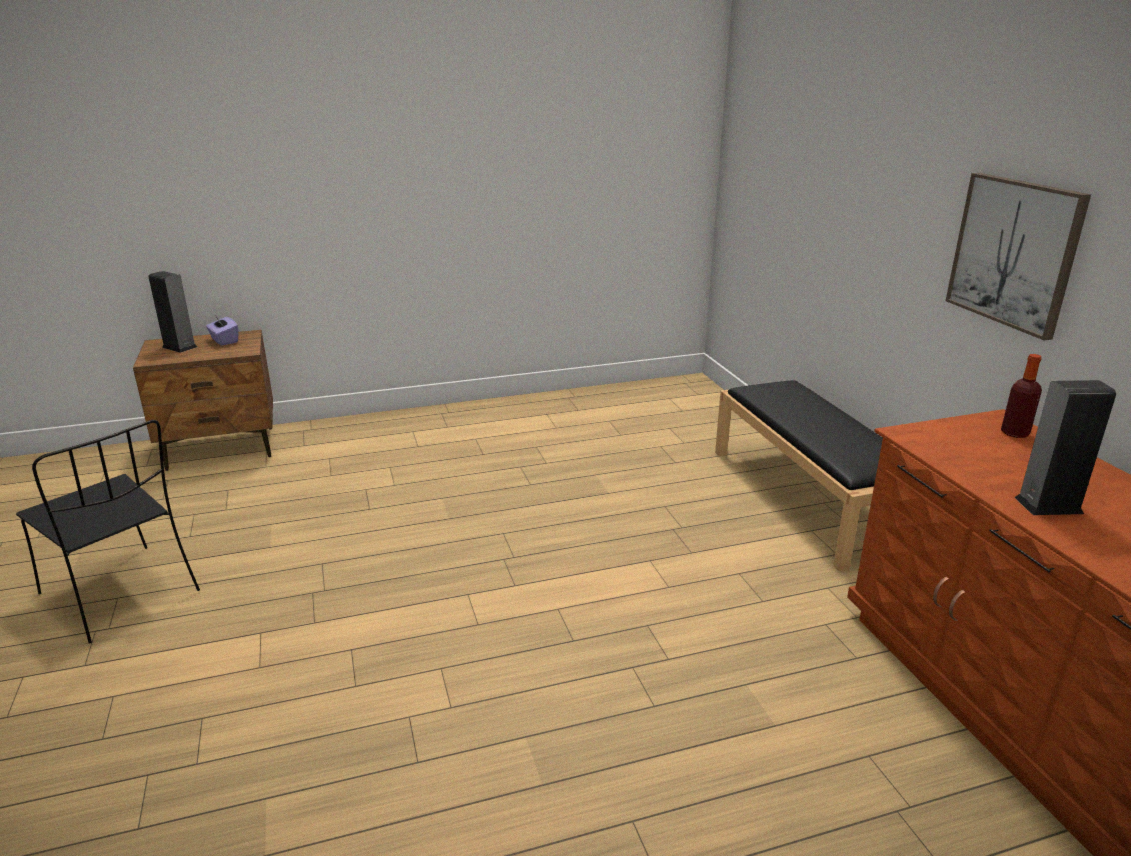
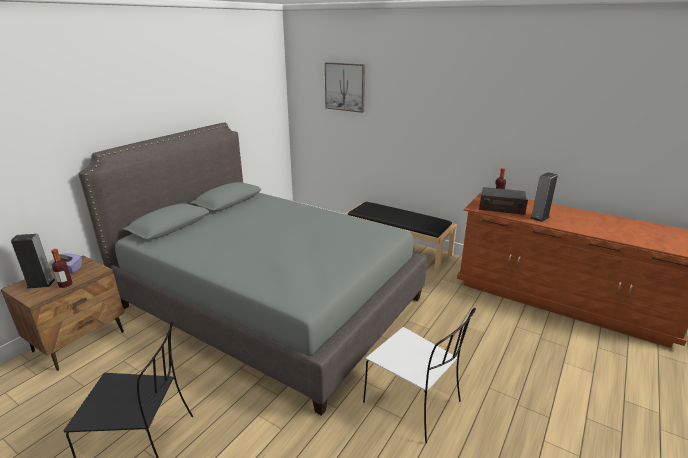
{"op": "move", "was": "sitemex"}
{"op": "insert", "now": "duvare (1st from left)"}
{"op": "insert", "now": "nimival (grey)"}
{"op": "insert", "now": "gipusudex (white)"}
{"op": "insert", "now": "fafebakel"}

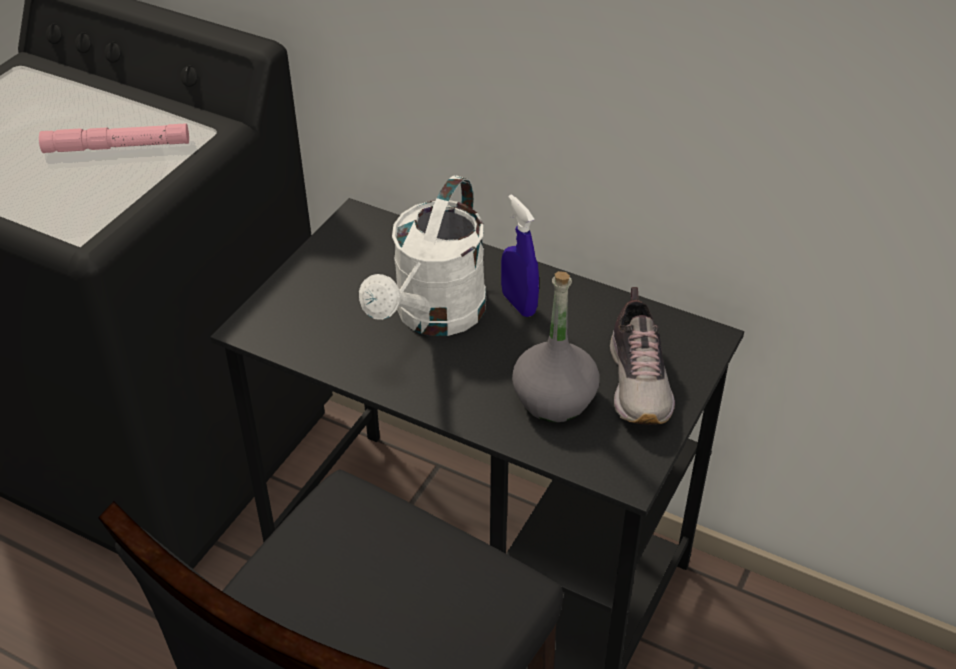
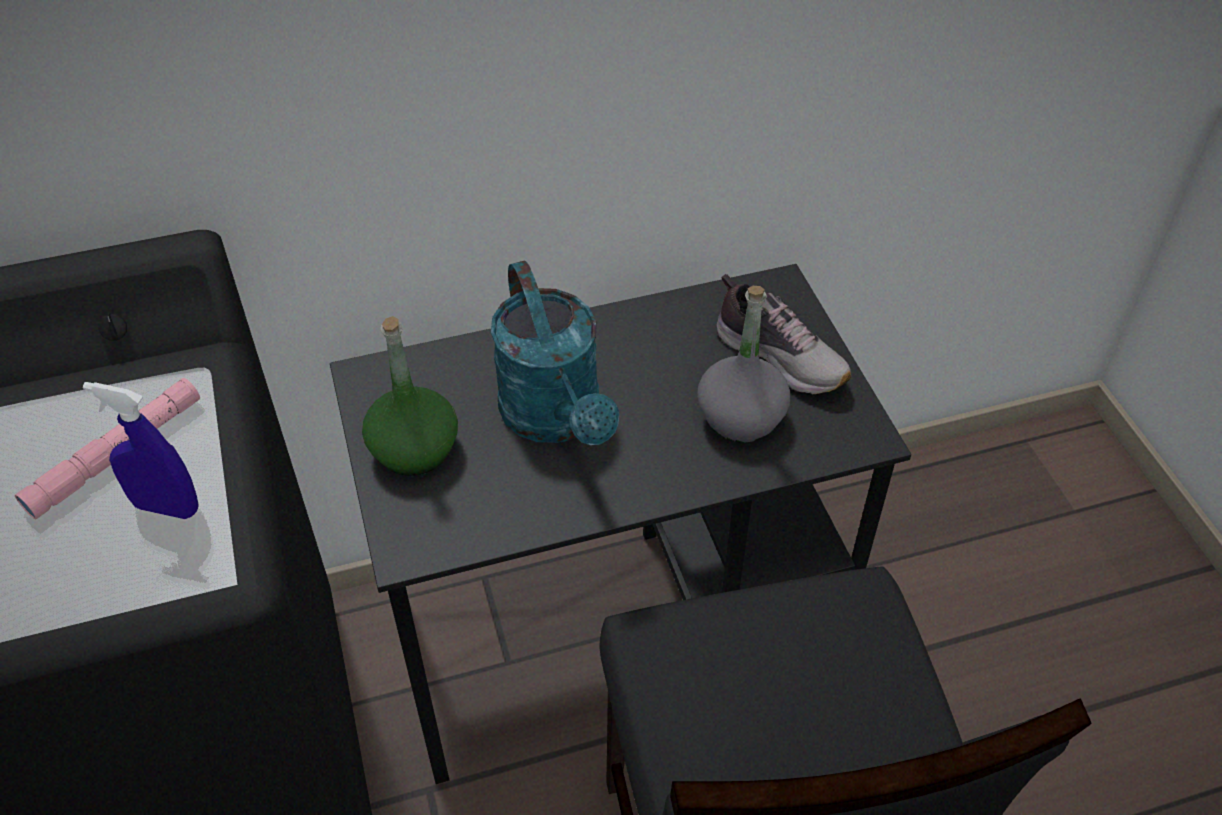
{"op": "recolor", "was": "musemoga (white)", "now": "musemoga (turquoise)"}
{"op": "move", "was": "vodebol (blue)"}
{"op": "insert", "now": "duvare (green)"}

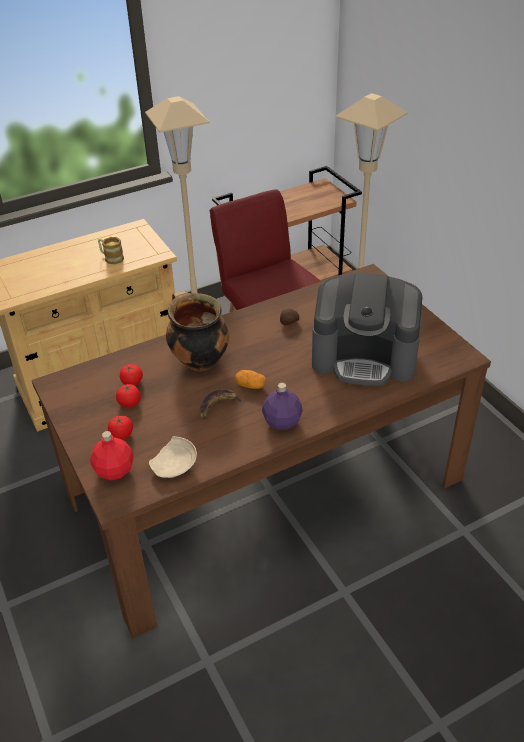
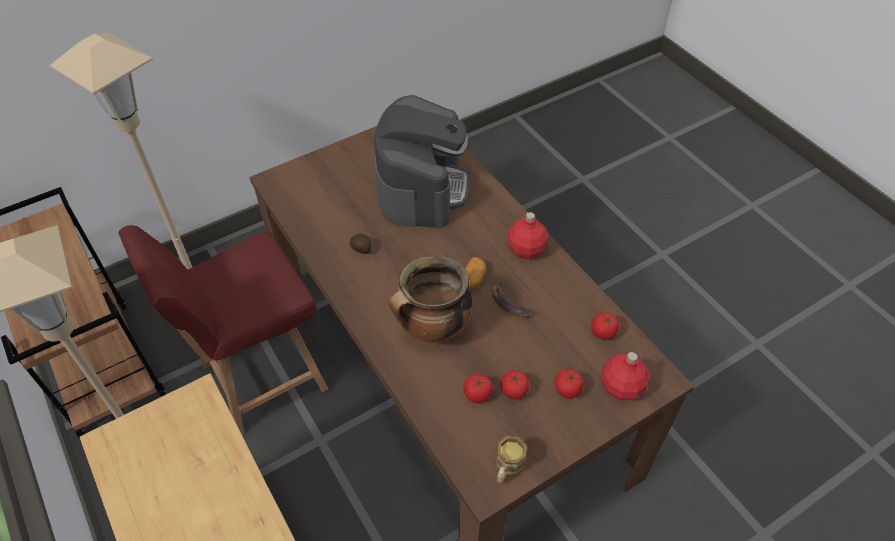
{"op": "move", "was": "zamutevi"}
{"op": "replace", "was": "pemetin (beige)", "now": "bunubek (4th from left)"}
{"op": "recolor", "was": "duvare (purple)", "now": "duvare (red) (1st from left)"}

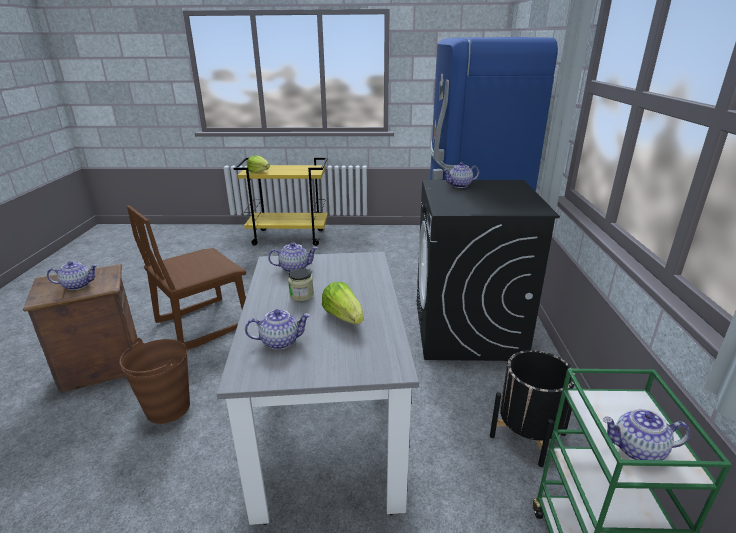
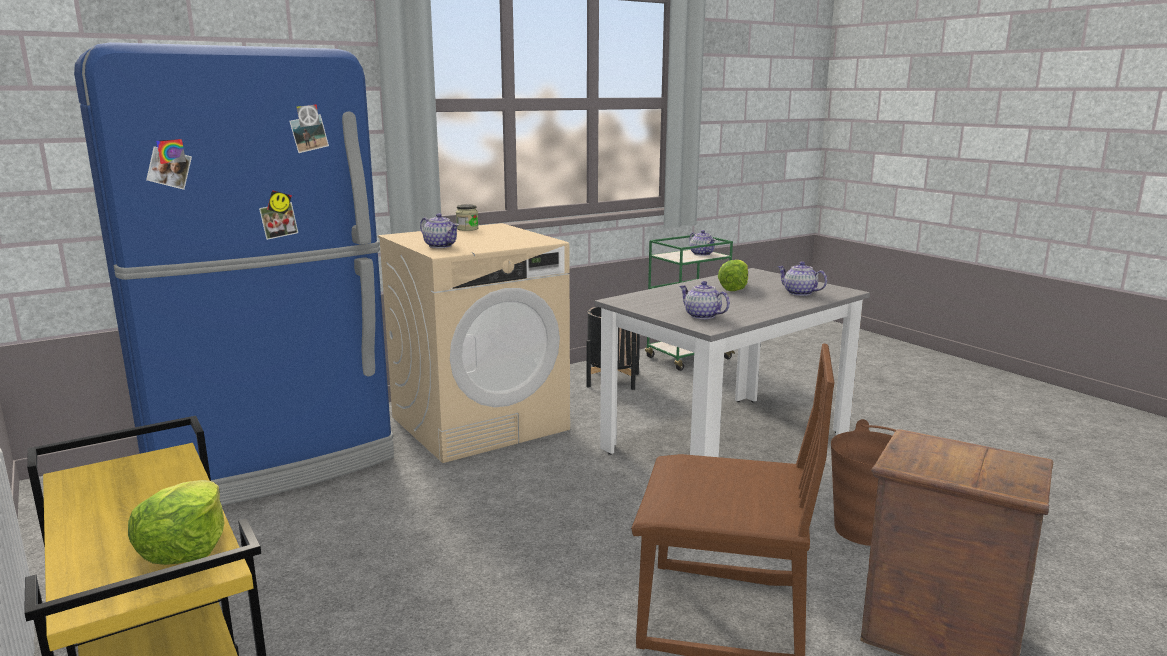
{"op": "delete", "was": "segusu (1st from left)"}
{"op": "move", "was": "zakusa"}
{"op": "recolor", "was": "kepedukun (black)", "now": "kepedukun (beige)"}

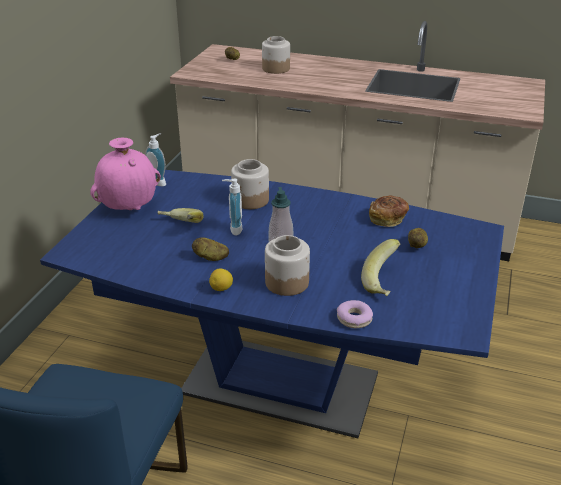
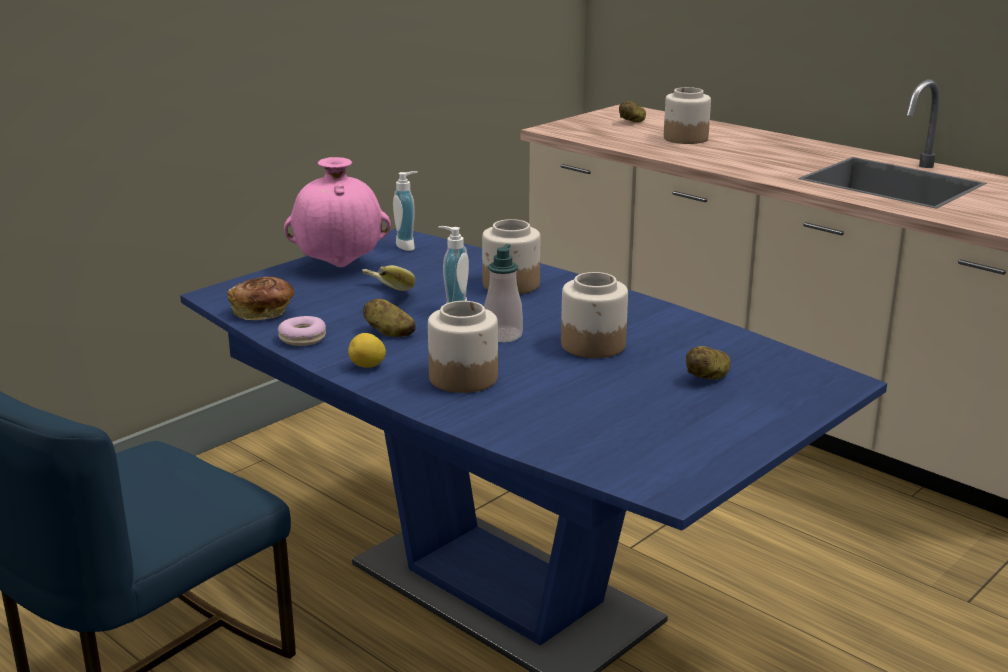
{"op": "move", "was": "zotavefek"}
{"op": "delete", "was": "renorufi (2nd from left)"}
{"op": "move", "was": "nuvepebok"}
{"op": "insert", "now": "zakusa (3rd from left)"}

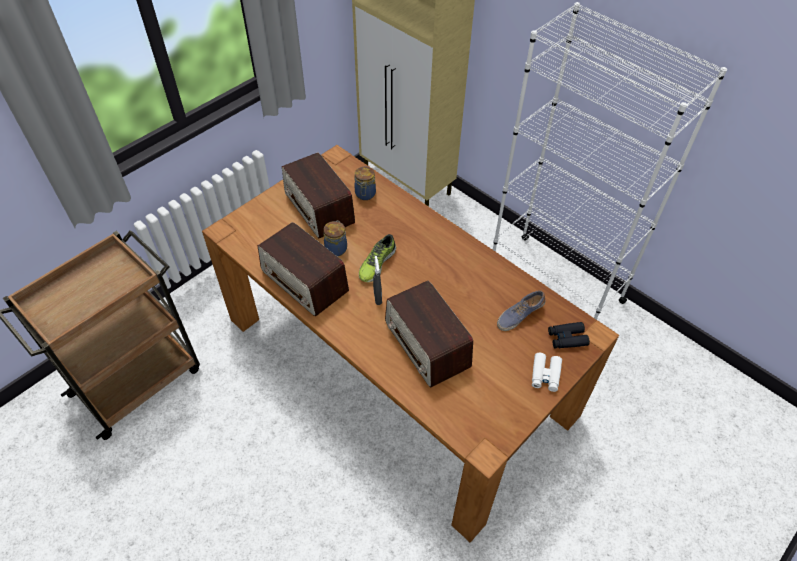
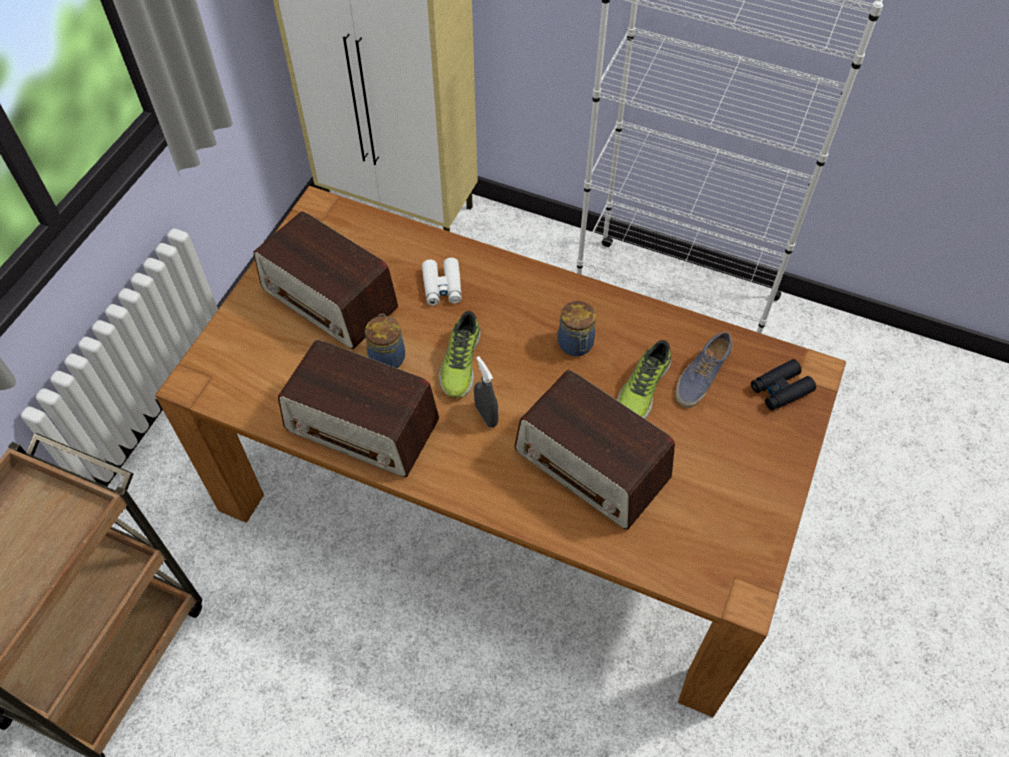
{"op": "move", "was": "zakusa (2nd from left)"}
{"op": "move", "was": "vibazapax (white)"}
{"op": "insert", "now": "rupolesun (2nd from left)"}

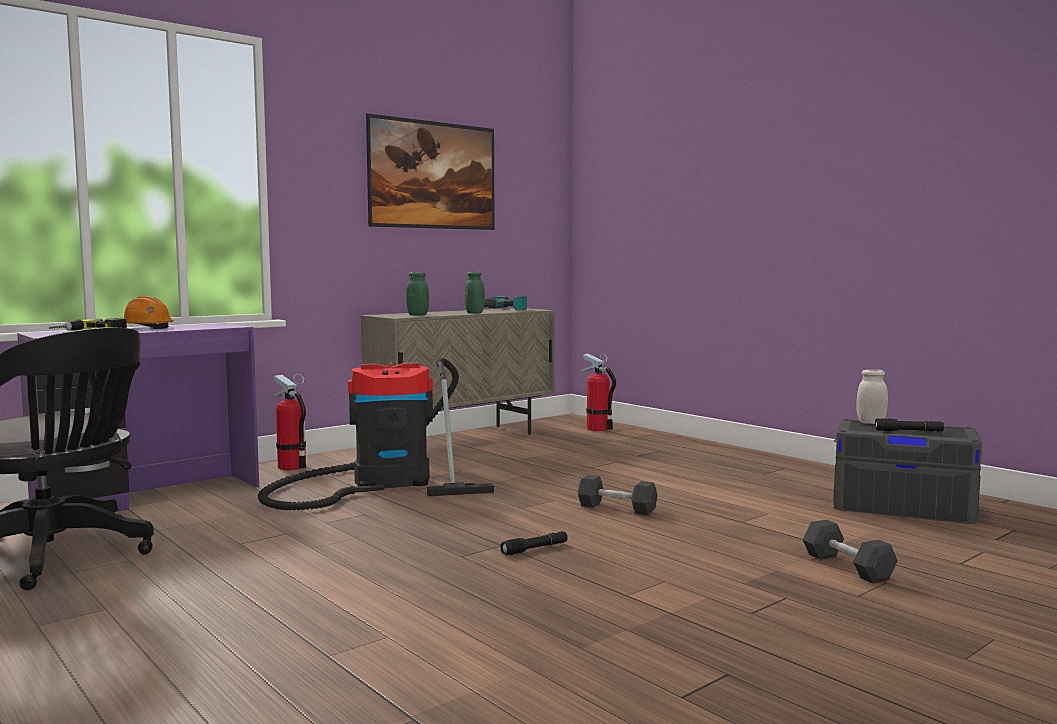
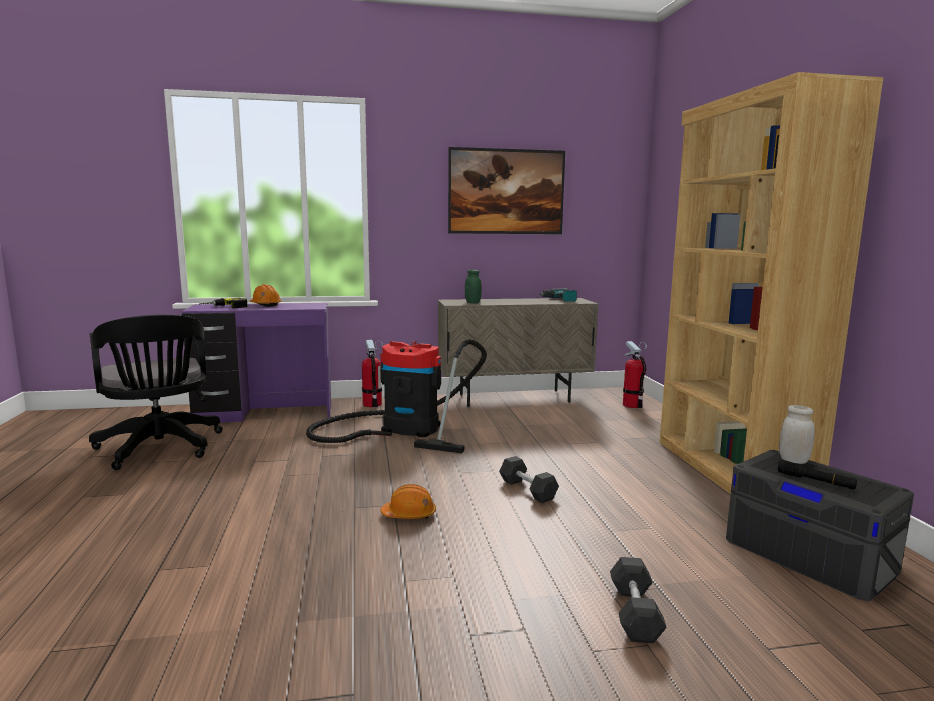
{"op": "delete", "was": "zakusa (green) (2nd from left)"}
{"op": "replace", "was": "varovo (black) (1st from left)", "now": "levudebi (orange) (2nd from left)"}
{"op": "insert", "now": "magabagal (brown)"}

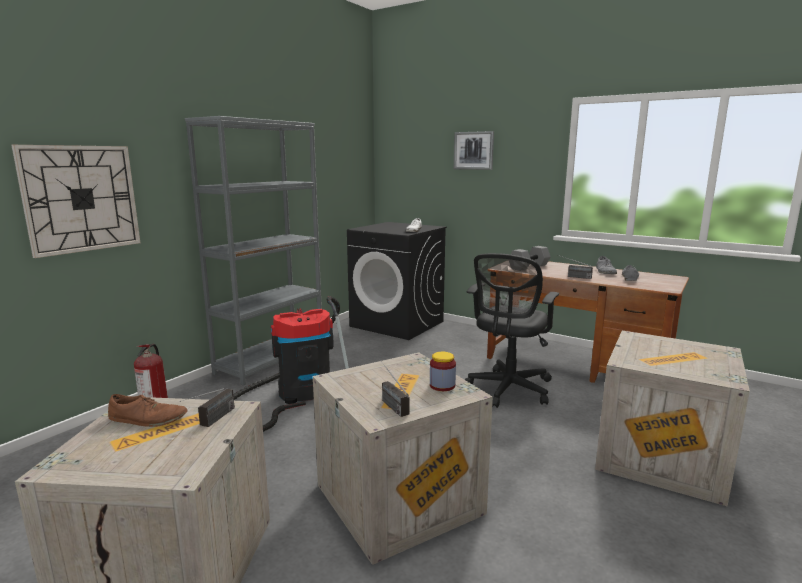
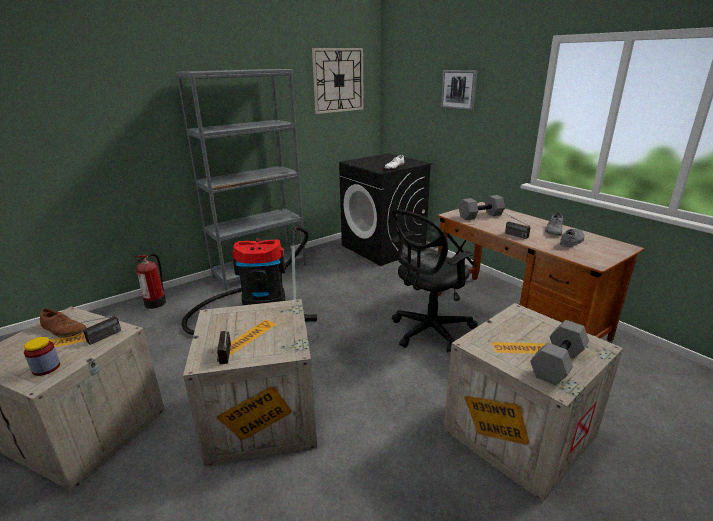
{"op": "move", "was": "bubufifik"}
{"op": "move", "was": "zakusa"}
{"op": "insert", "now": "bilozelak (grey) (2nd from left)"}

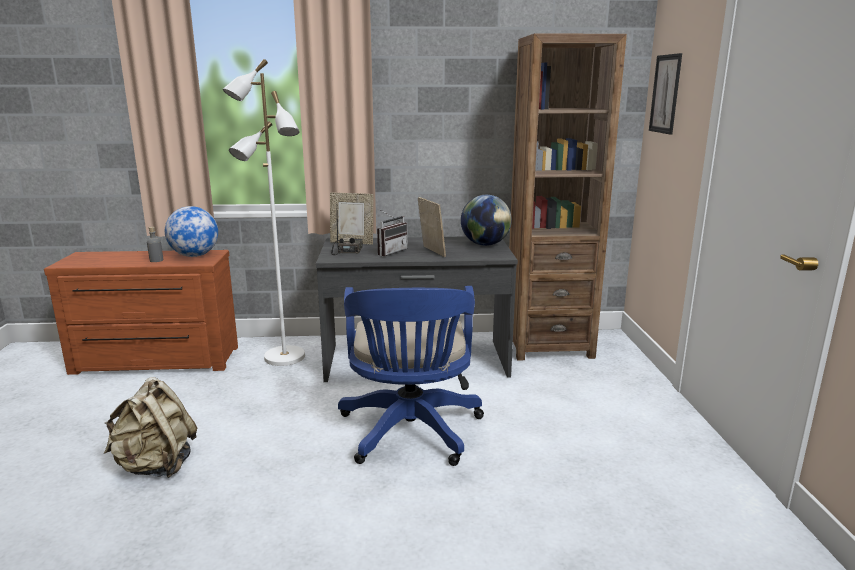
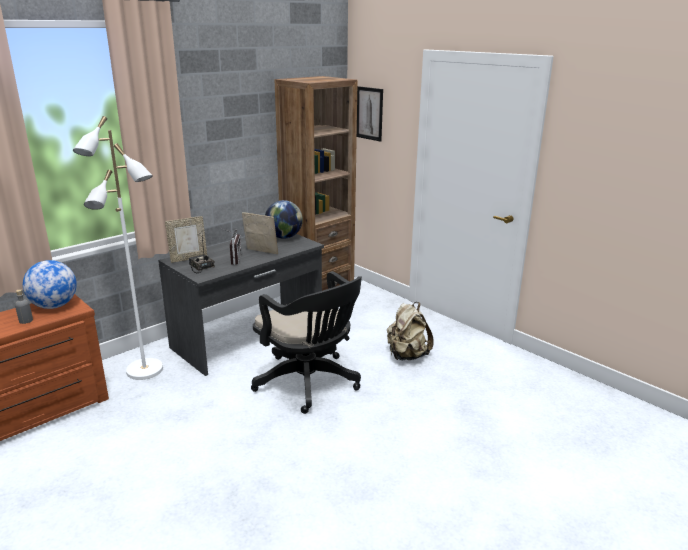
{"op": "move", "was": "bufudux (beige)"}
{"op": "recolor", "was": "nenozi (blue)", "now": "nenozi (black)"}

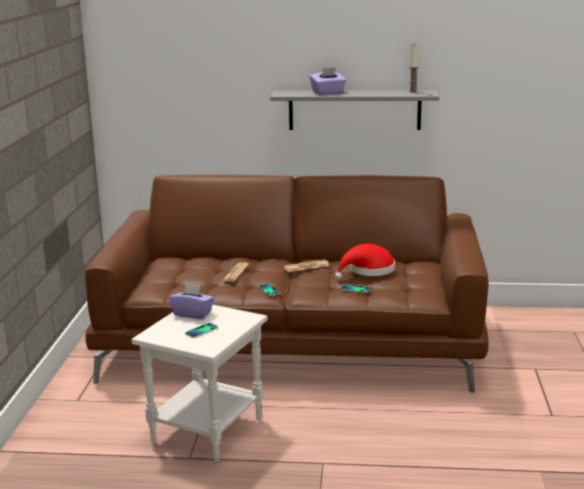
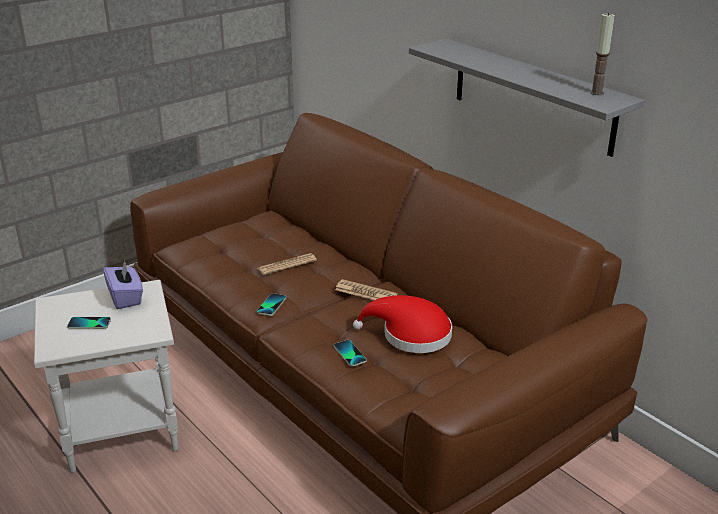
{"op": "delete", "was": "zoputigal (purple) (2nd from left)"}

